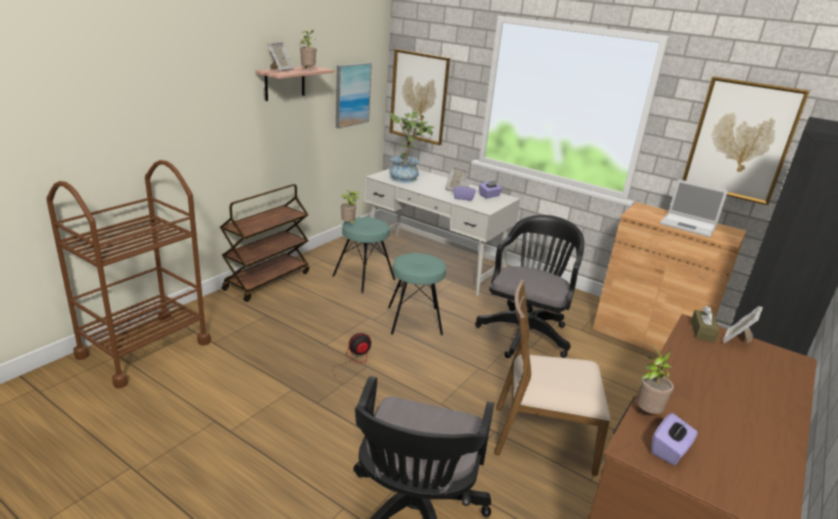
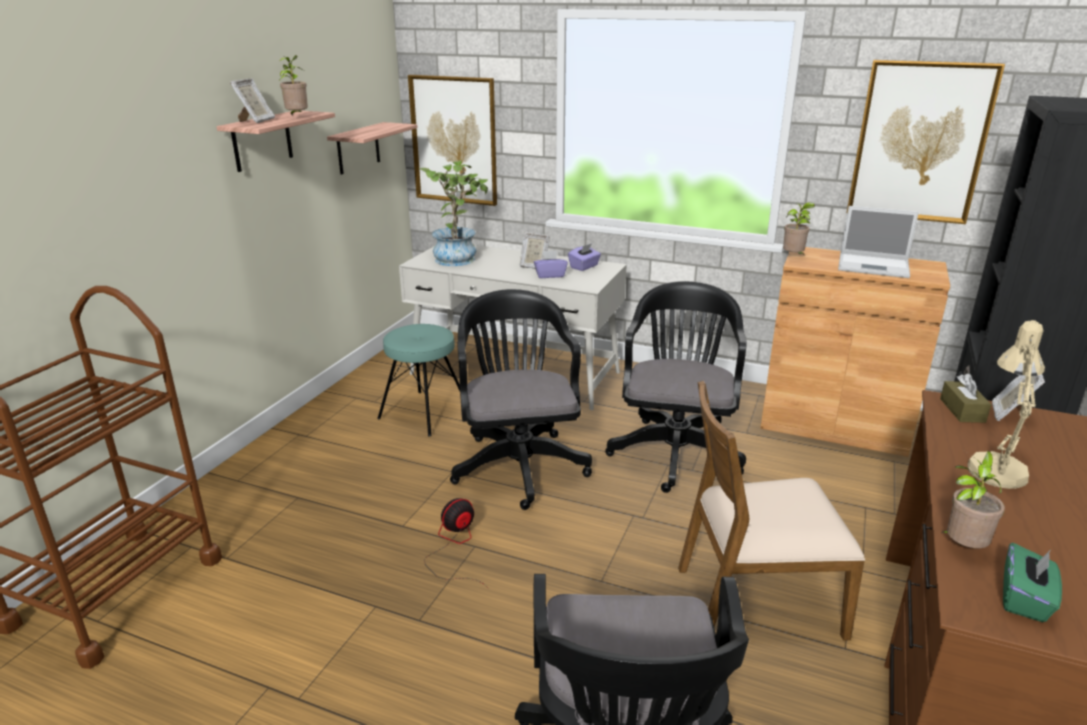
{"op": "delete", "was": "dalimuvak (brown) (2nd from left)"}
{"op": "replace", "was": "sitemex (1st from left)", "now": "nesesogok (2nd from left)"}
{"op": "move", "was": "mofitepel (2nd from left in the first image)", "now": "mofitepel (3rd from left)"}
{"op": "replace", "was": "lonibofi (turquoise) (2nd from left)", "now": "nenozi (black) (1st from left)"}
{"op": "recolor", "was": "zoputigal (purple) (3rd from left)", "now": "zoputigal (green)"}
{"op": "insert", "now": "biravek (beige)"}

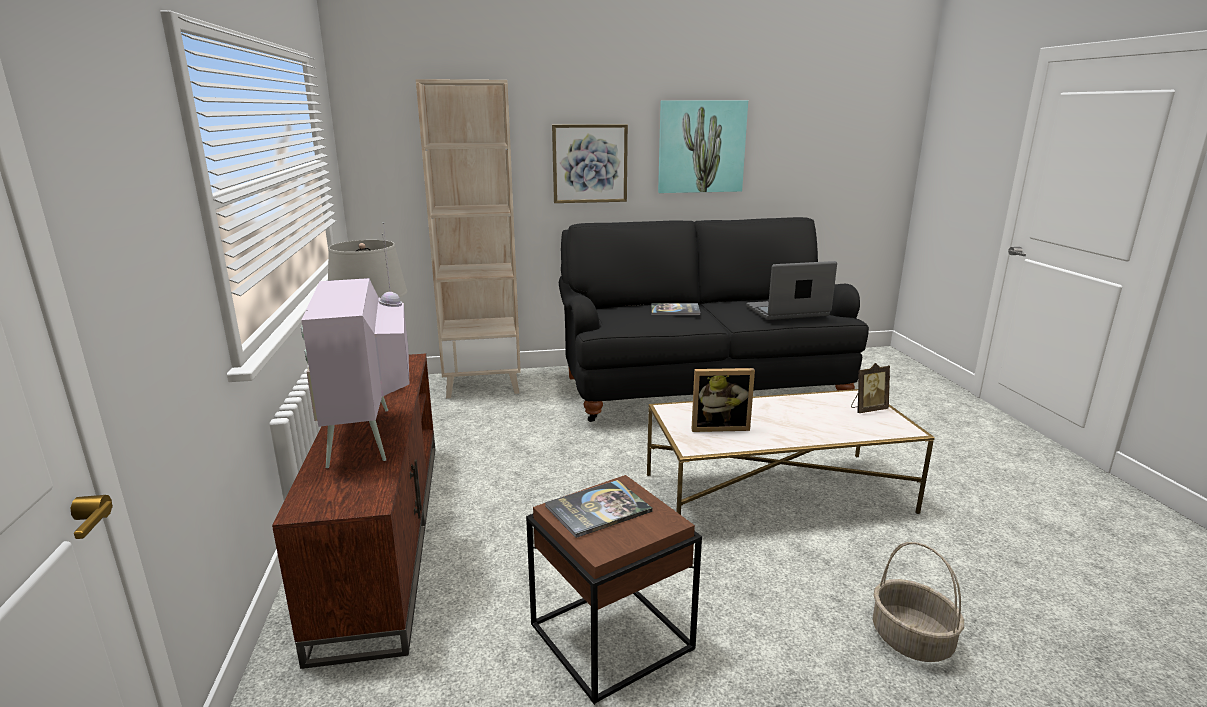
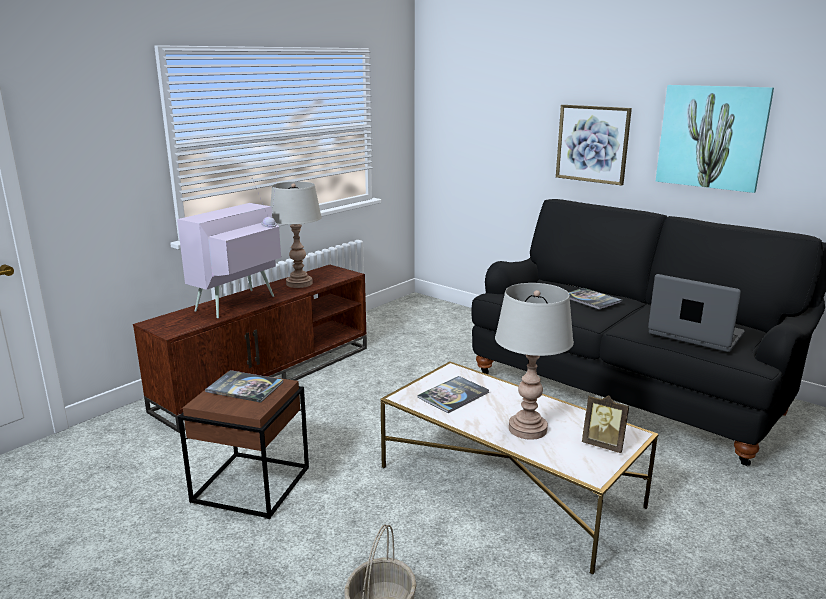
{"op": "delete", "was": "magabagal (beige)"}
{"op": "replace", "was": "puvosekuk (1st from left)", "now": "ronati (2nd from left)"}
{"op": "insert", "now": "biravek (grey) (2nd from left)"}

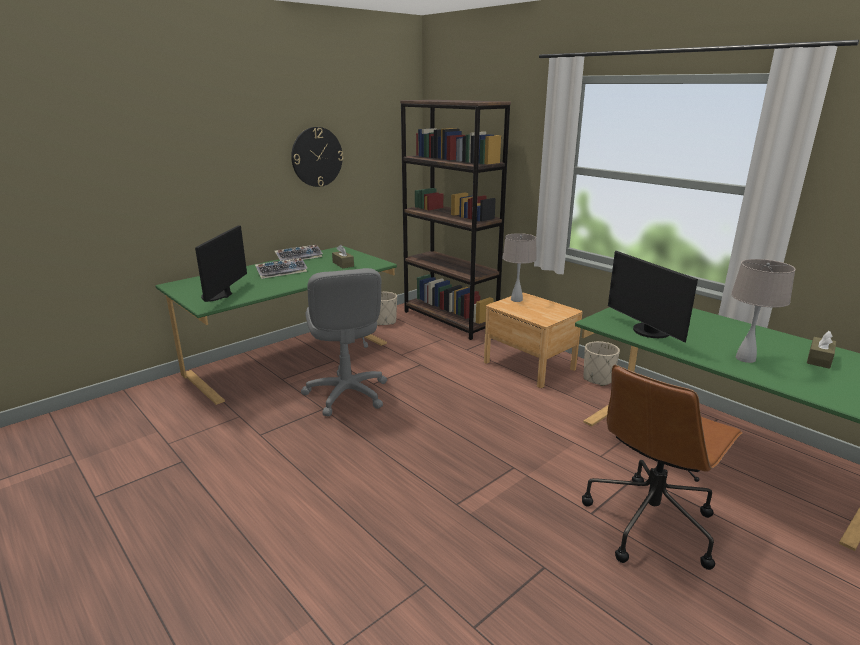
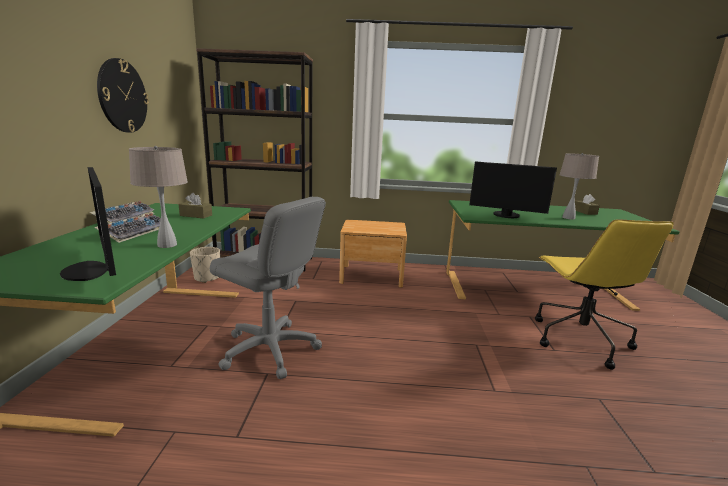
{"op": "move", "was": "biravek (beige) (1st from left)"}
{"op": "recolor", "was": "nenozi (brown)", "now": "nenozi (yellow)"}
{"op": "delete", "was": "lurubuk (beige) (2nd from left)"}

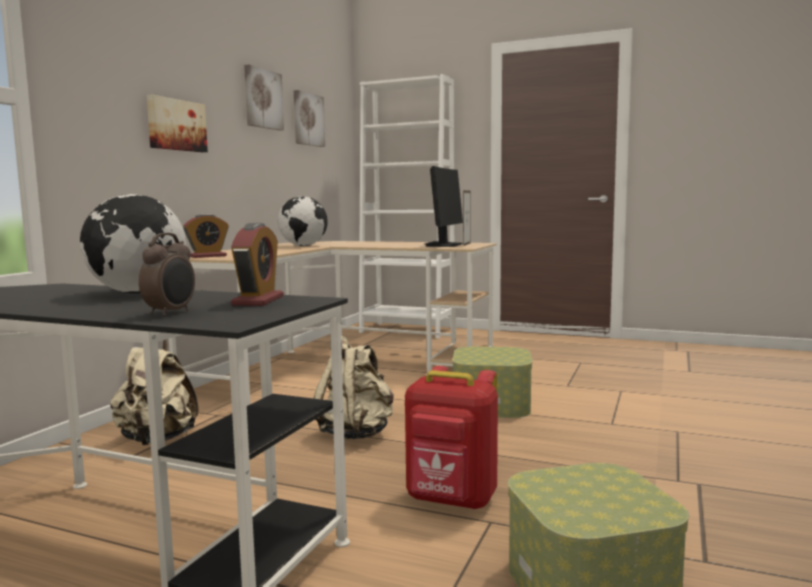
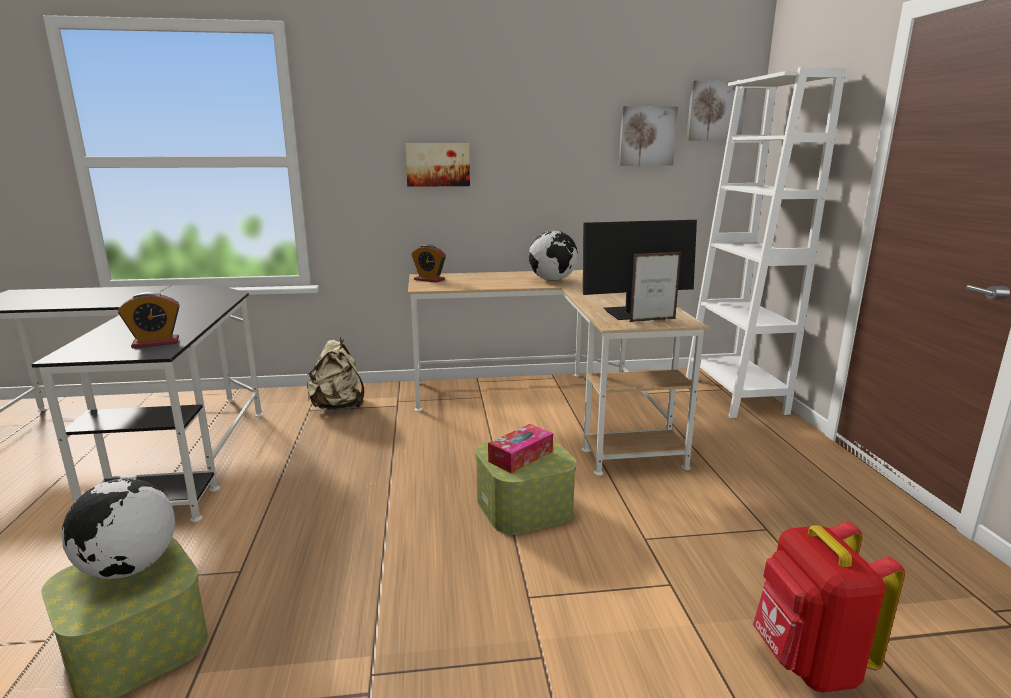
{"op": "move", "was": "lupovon (1st from left)"}
{"op": "delete", "was": "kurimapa (1st from left)"}
{"op": "move", "was": "sitemex (2nd from left in the first image)", "now": "sitemex (3rd from left)"}
{"op": "delete", "was": "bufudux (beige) (2nd from left)"}
{"op": "move", "was": "bufudux (red)"}
{"op": "insert", "now": "zoputigal"}

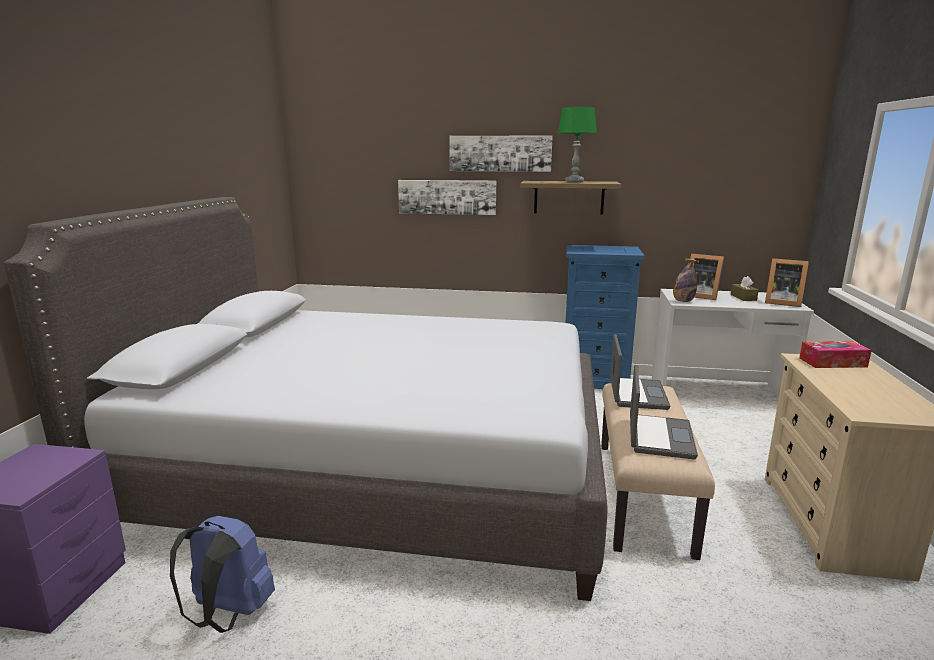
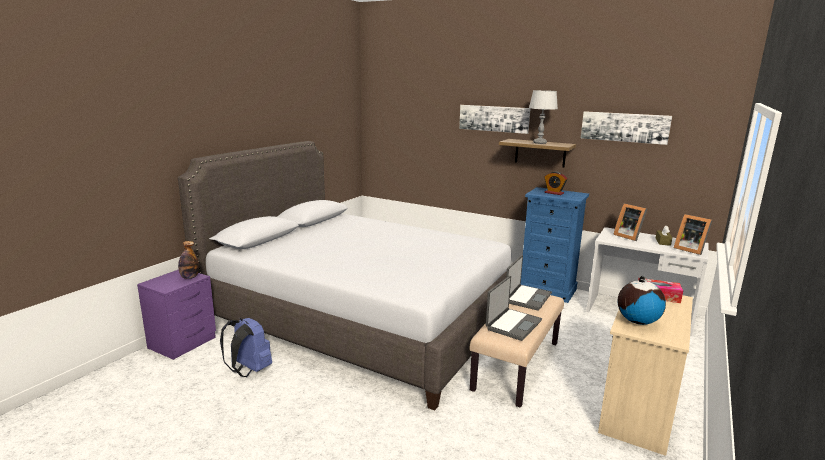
{"op": "move", "was": "sitemex (1st from left in the first image)", "now": "sitemex (2nd from left)"}
{"op": "recolor", "was": "biravek (green)", "now": "biravek (grey)"}
{"op": "move", "was": "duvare"}
{"op": "insert", "now": "kurimapa"}
{"op": "insert", "now": "lupovon"}

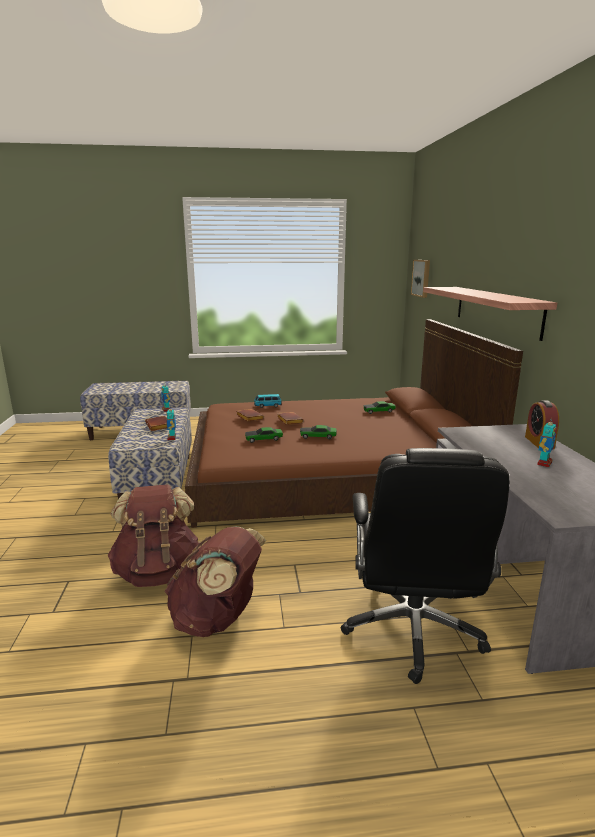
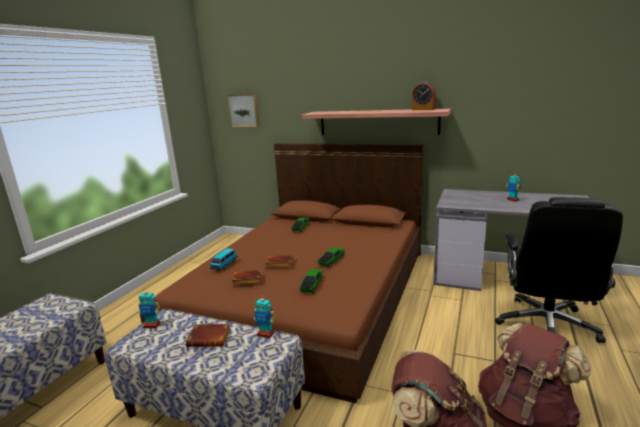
{"op": "rotate", "was": "nenozi (black)", "clockwise": 75}
{"op": "move", "was": "kurimapa"}

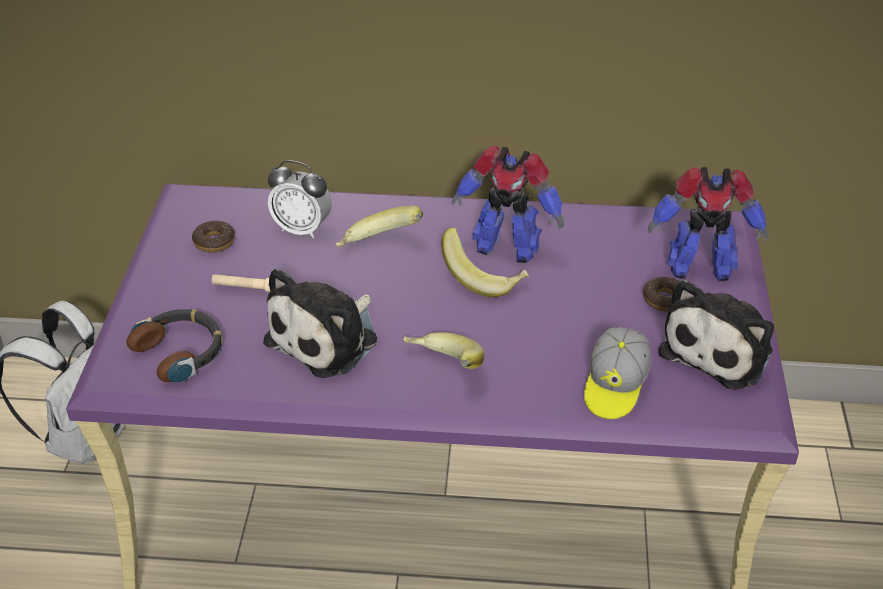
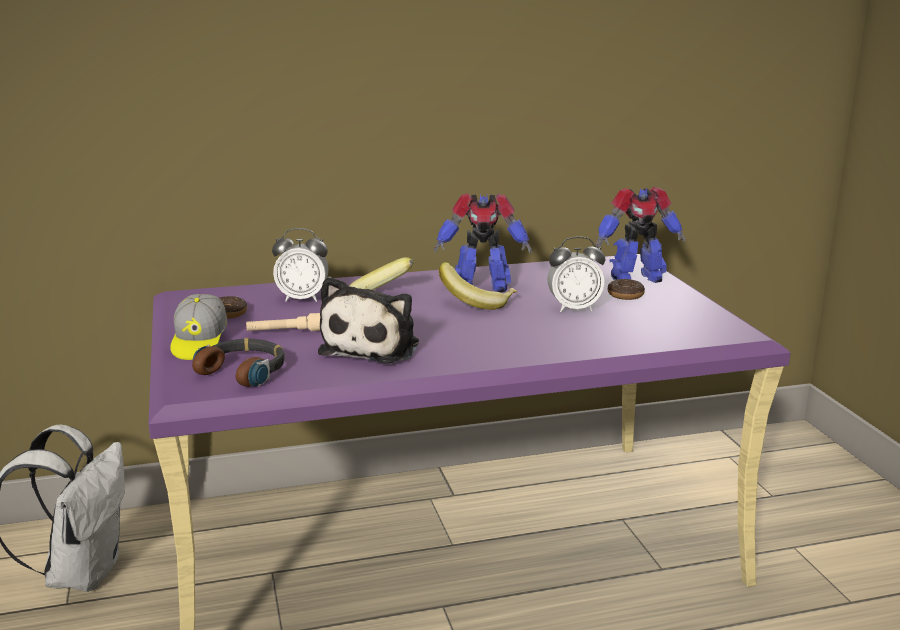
{"op": "delete", "was": "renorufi (2nd from left)"}
{"op": "move", "was": "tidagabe"}
{"op": "delete", "was": "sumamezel (2nd from left)"}
{"op": "insert", "now": "kurimapa (2nd from left)"}

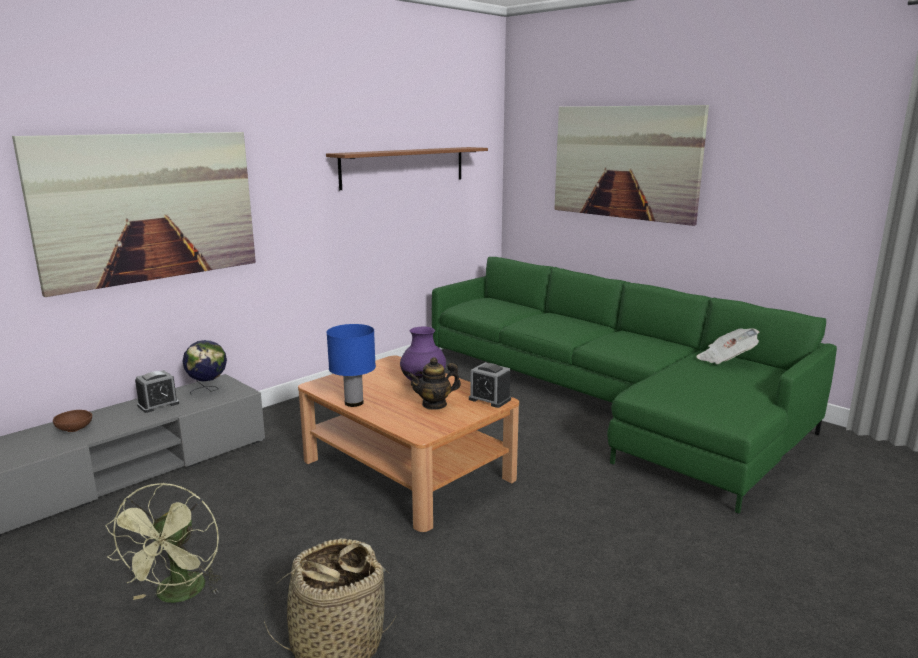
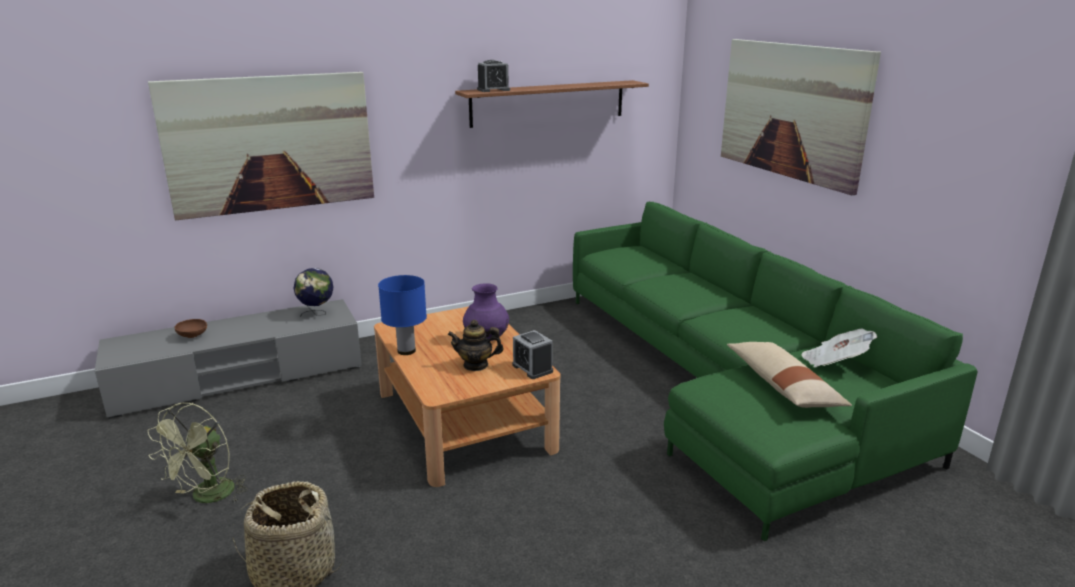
{"op": "move", "was": "kurimapa (1st from left)"}
{"op": "insert", "now": "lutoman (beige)"}

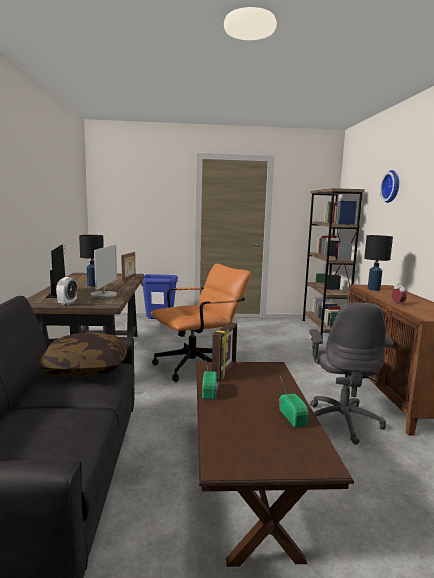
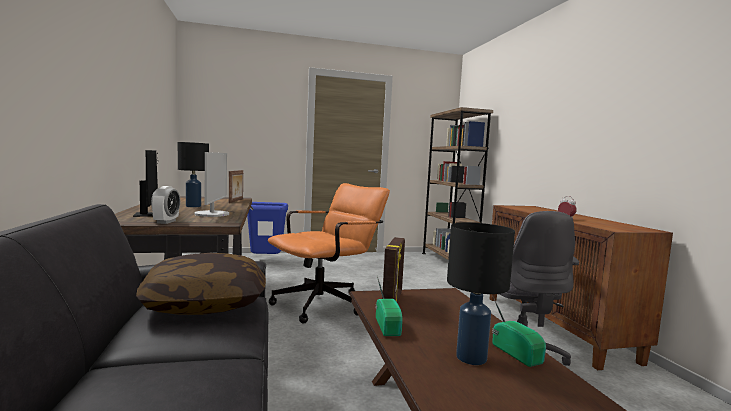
{"op": "move", "was": "biravek (black) (2nd from left)"}
{"op": "delete", "was": "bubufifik"}

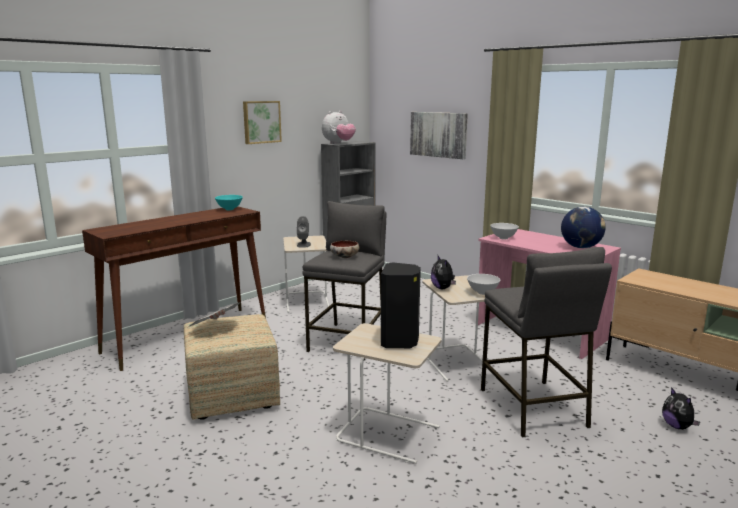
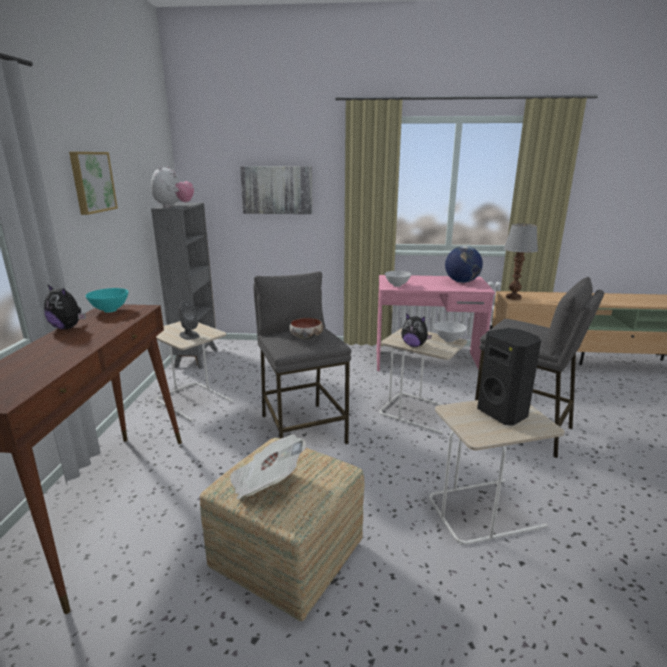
{"op": "move", "was": "sumamezel (3rd from left in the first image)", "now": "sumamezel (1st from left)"}
{"op": "insert", "now": "biravek"}

